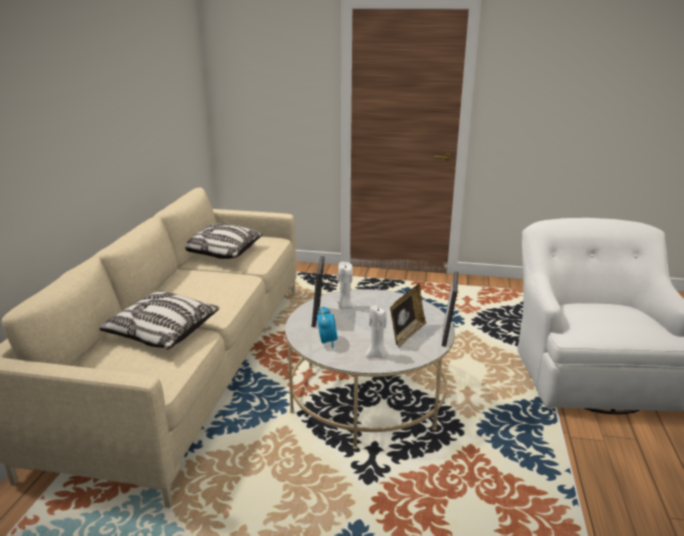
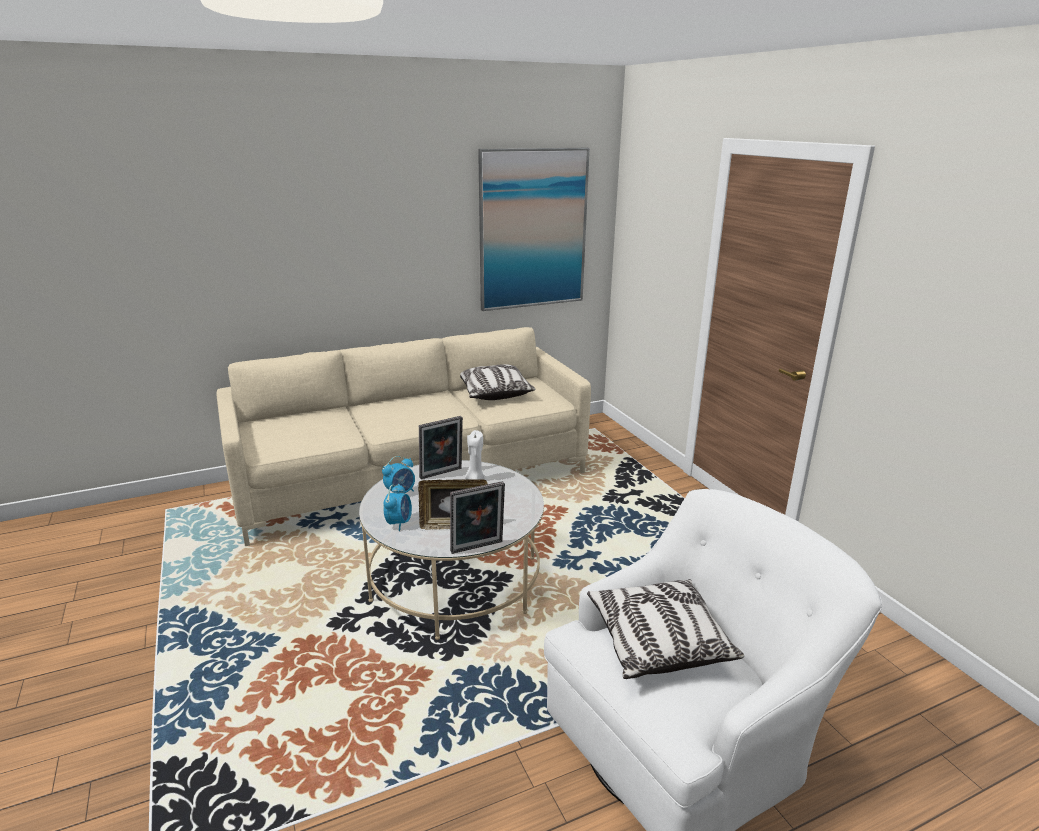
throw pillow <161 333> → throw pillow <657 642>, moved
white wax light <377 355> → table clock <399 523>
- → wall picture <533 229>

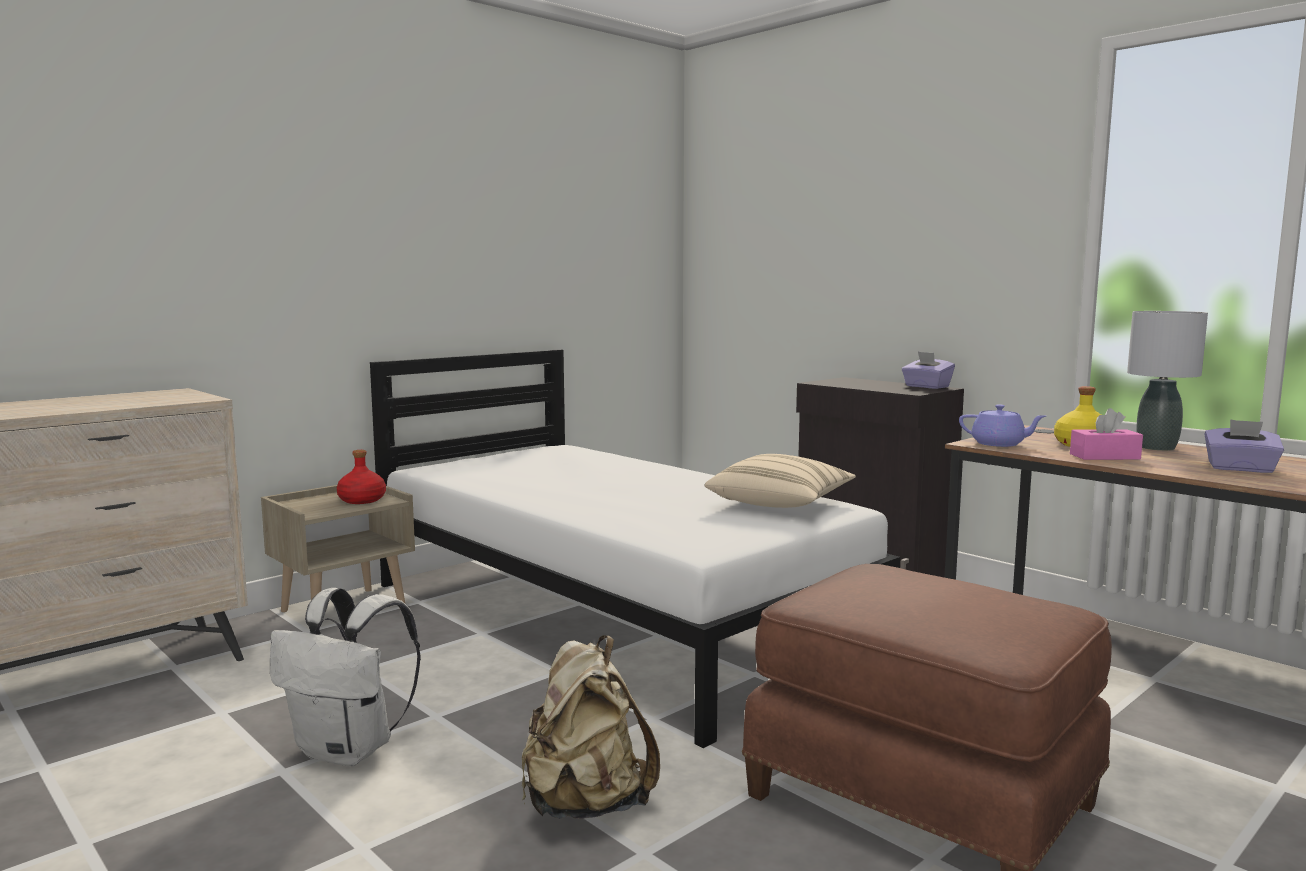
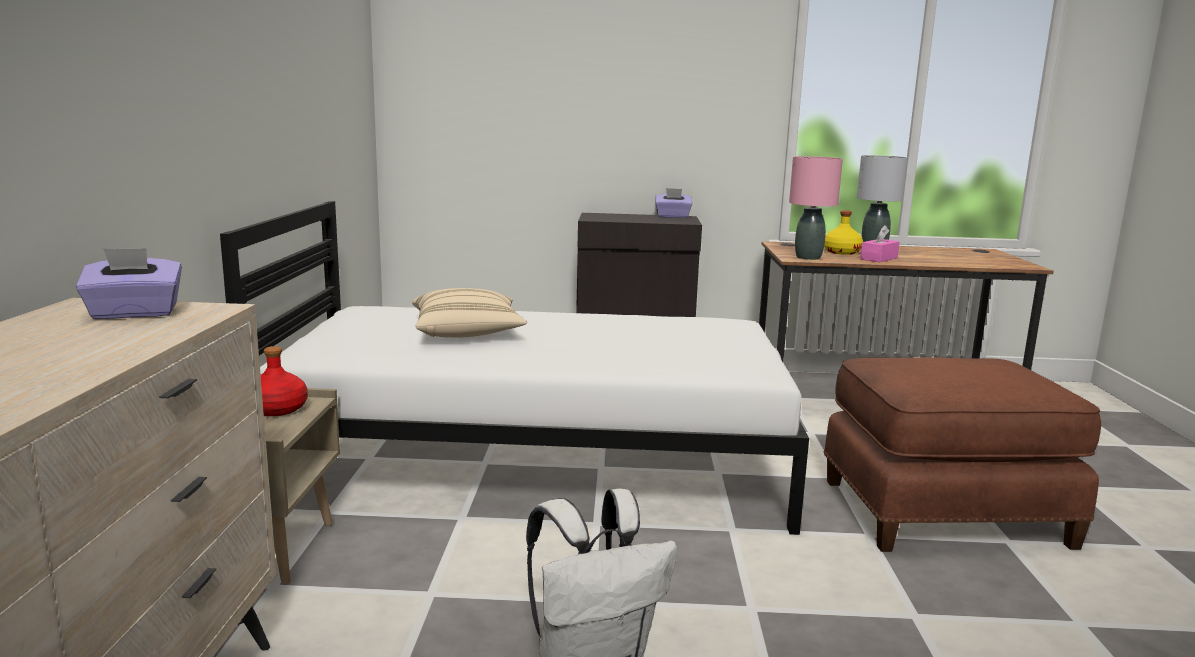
purple tea pot <999 444> → pink-coloured table lamp <807 257>
purple tissue box <1240 469> → purple tissue box <134 313>, moved
beige-coloured throw pillow <780 504> → beige-coloured throw pillow <467 333>, moved
beige-coloured backpack <585 804> → -

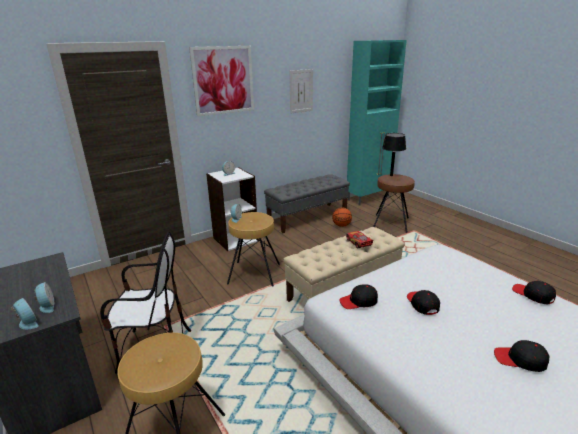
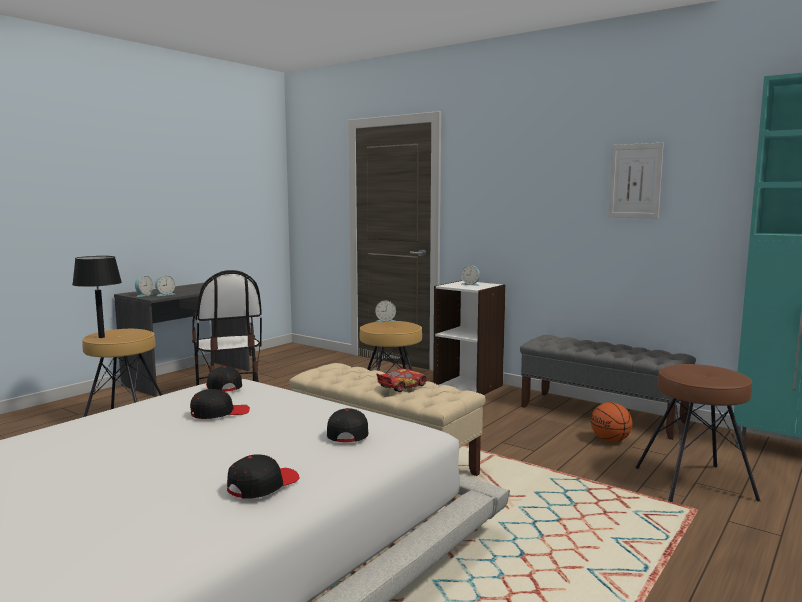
wall picture <223 80> → -
black table lamp <391 175> → black table lamp <101 337>, moved
black baseball cap <520 360> → black baseball cap <348 433>, moved

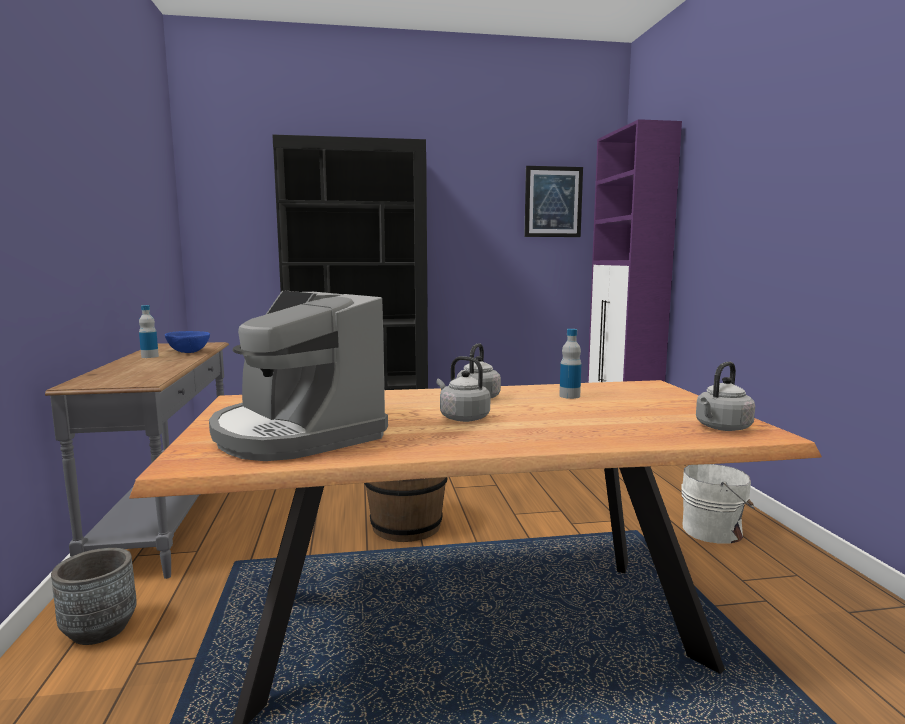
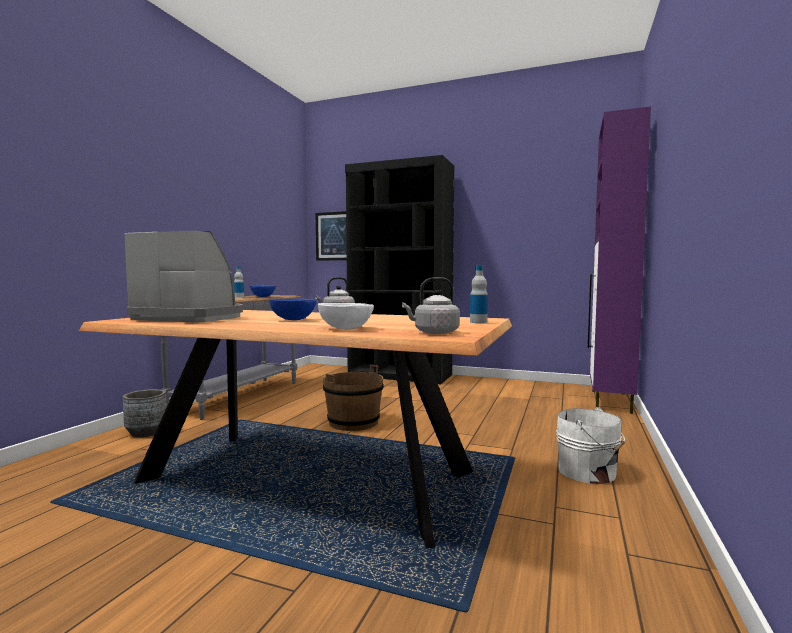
wall picture <553 202> → wall picture <334 236>, moved
coffee maker <295 434> → coffee maker <191 318>, 120 degrees clockwise
bottle <569 396> → bottle <478 322>, moved
grey water kettle <462 418> → blue serving bowl <293 319>
- → white serving bowl <345 328>

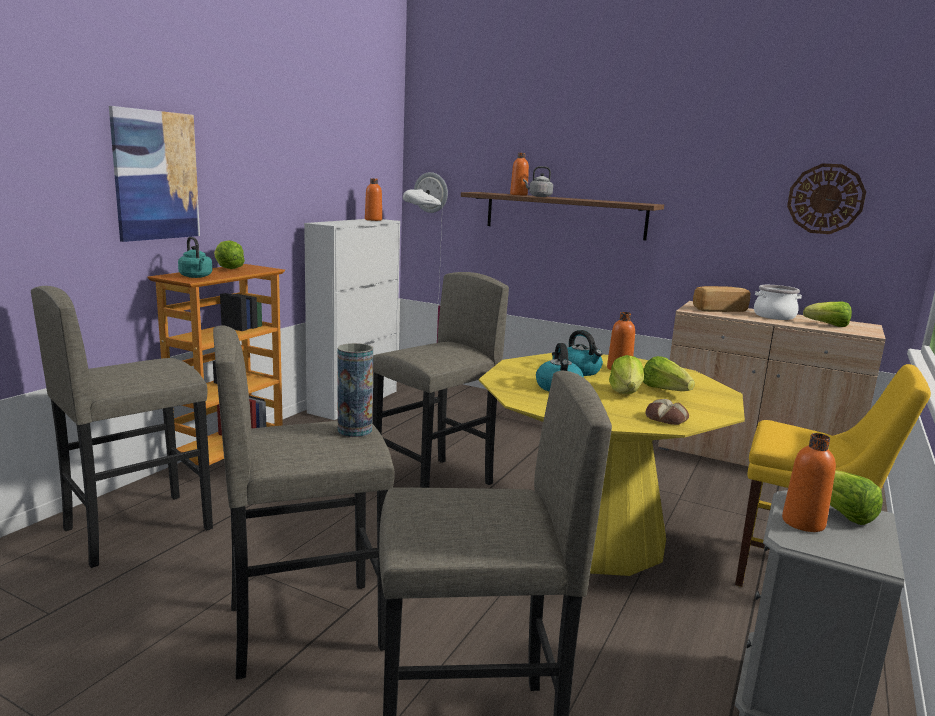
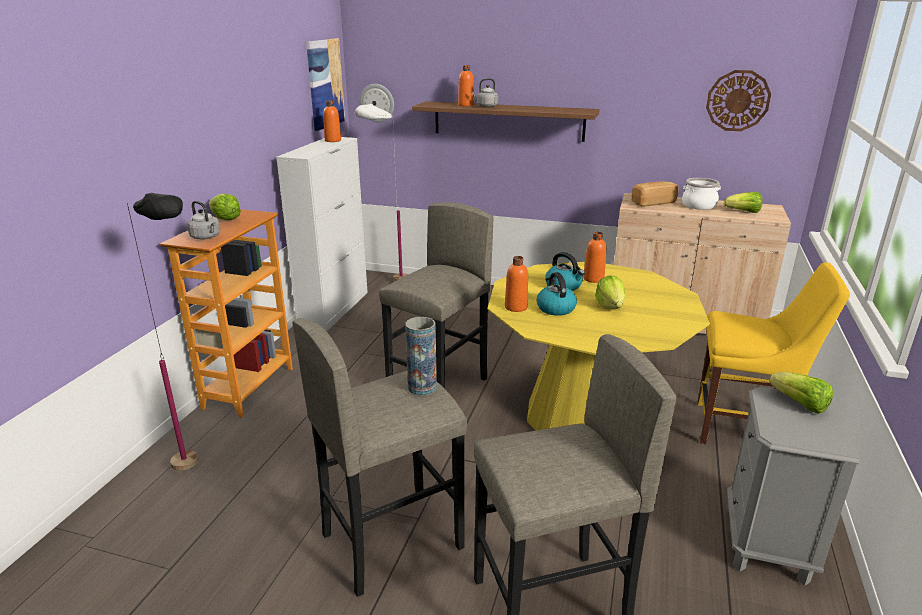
wall picture <156 175> → wall picture <325 83>, moved
turquoise-coloured water kettle <196 277> → grey water kettle <206 237>
grey sitting stool <137 528> → black standard lamp <203 474>
head of lettuce <665 390> → -
baked bread <665 418> → -
orange-coloured bottle <803 523> → orange-coloured bottle <516 307>, moved

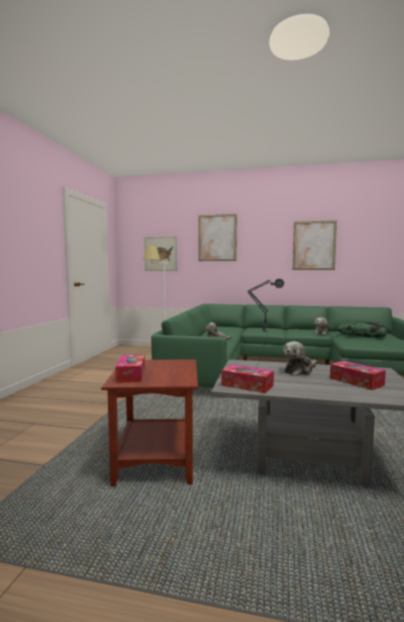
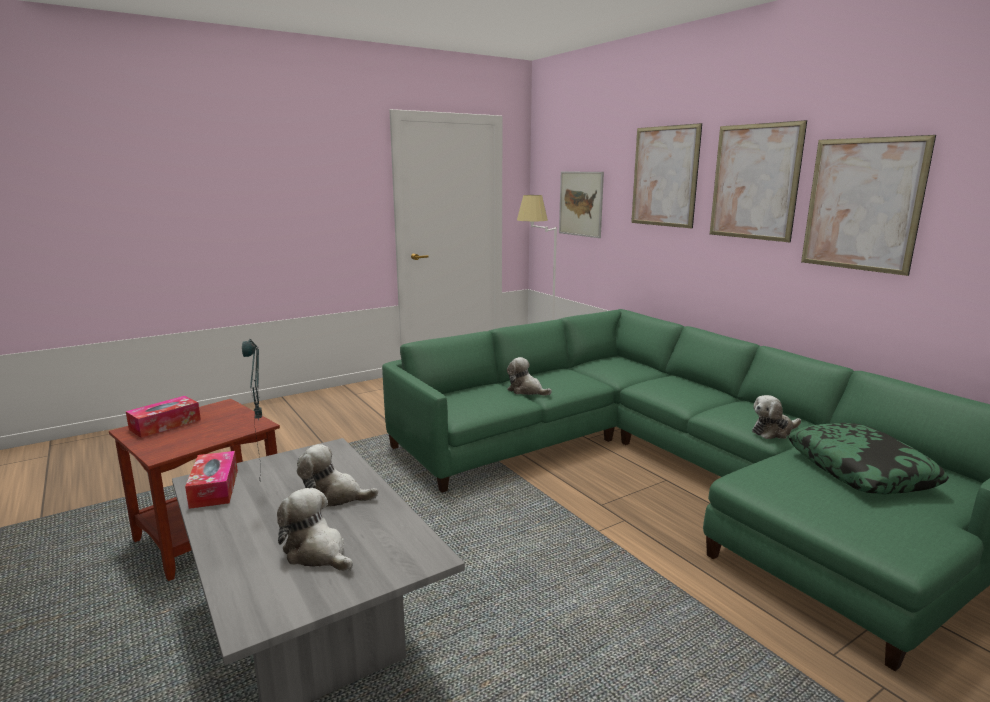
tissue box <356 381> → soft toy <317 553>
- → wall picture <754 182>

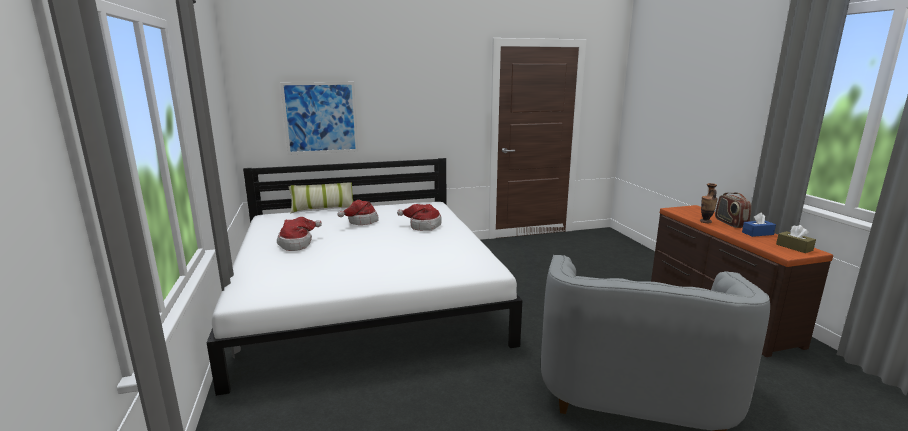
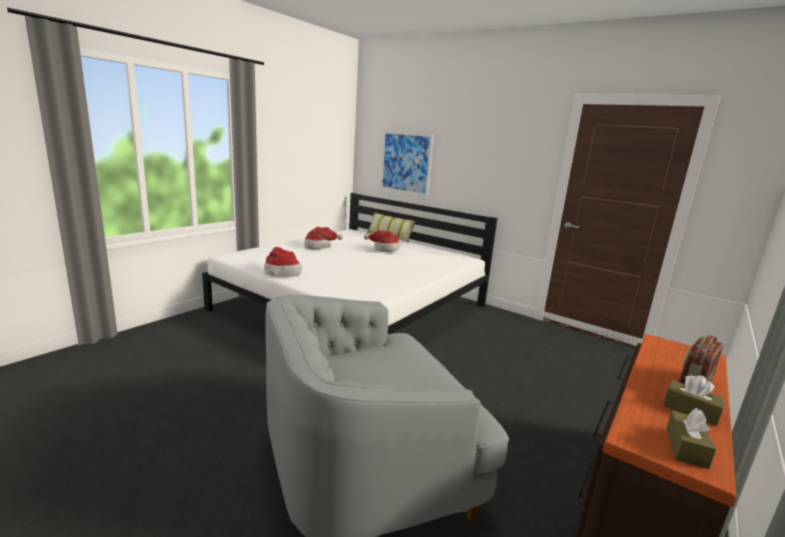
vase <705 221> → -
wearable hat <423 226> → wearable hat <281 272>, moved
blue tissue box <757 233> → brown tissue box <690 410>

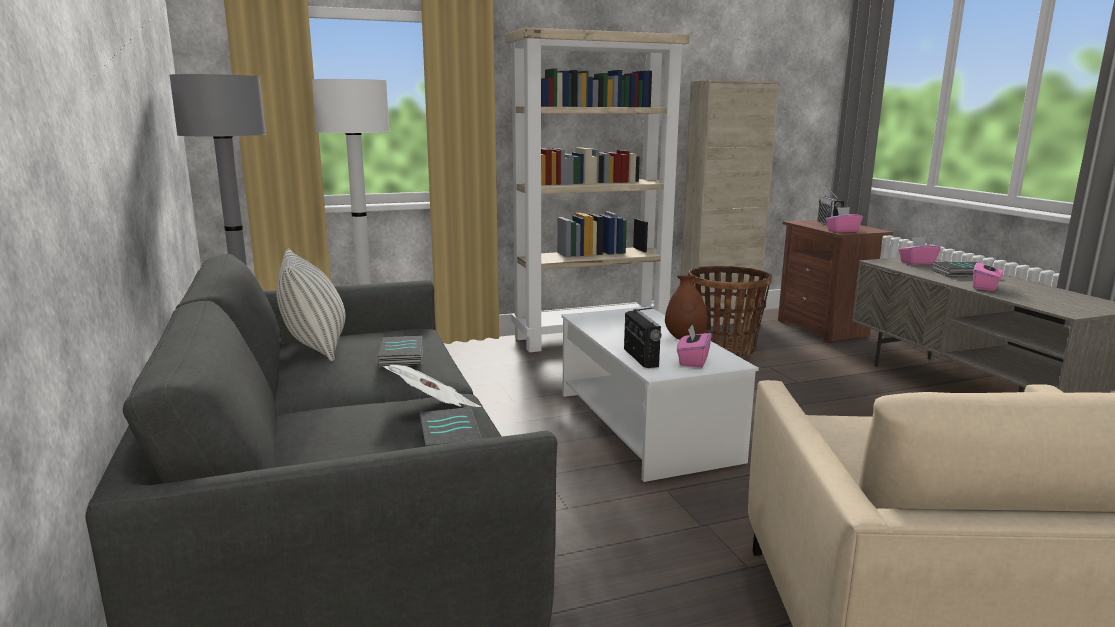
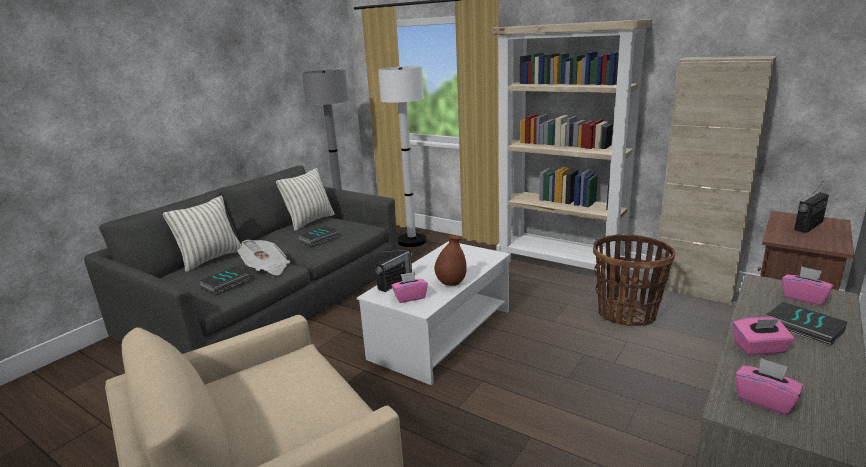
pink-coloured tissue box <842 231> → pink-coloured tissue box <765 400>, moved
- → throw pillow <211 259>

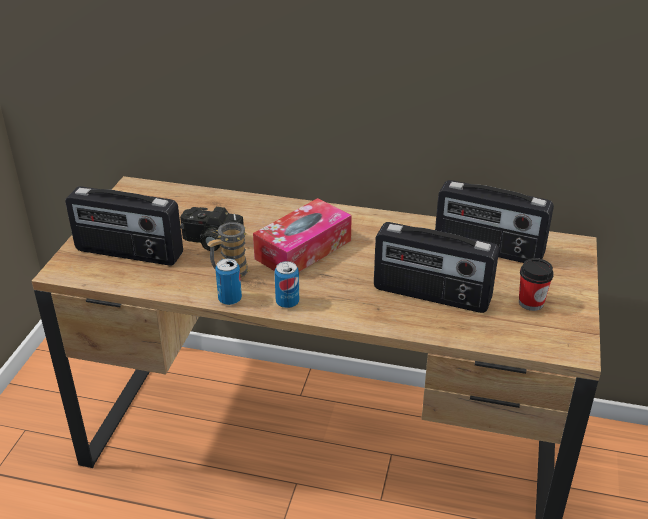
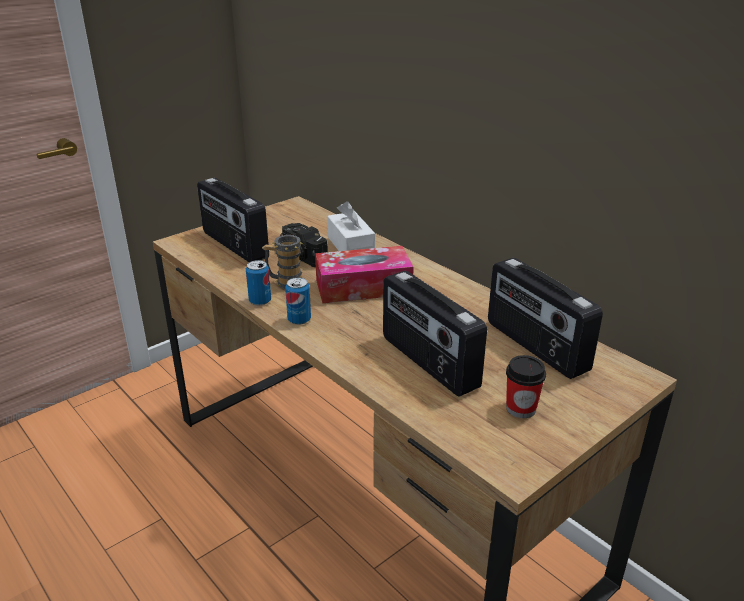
- → white tissue box <351 246>

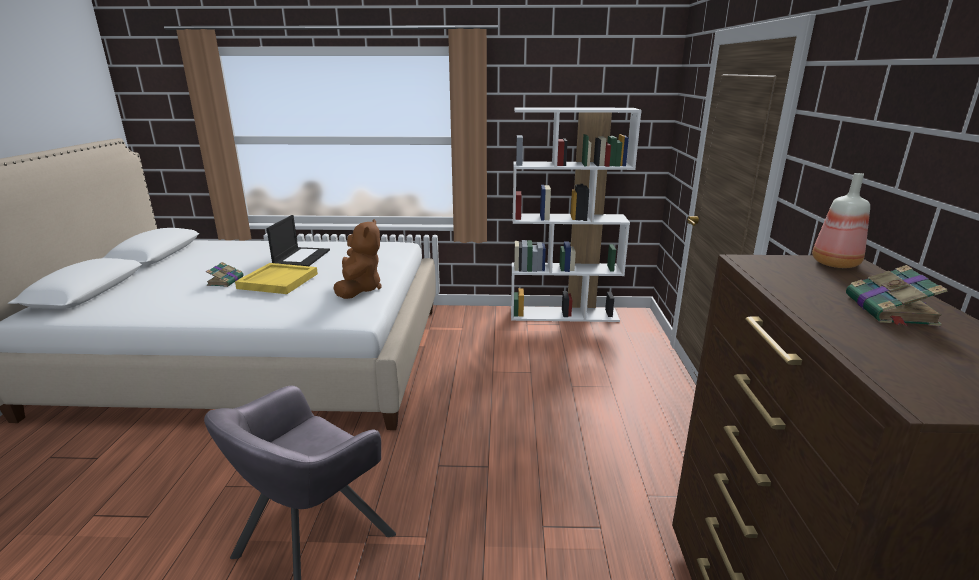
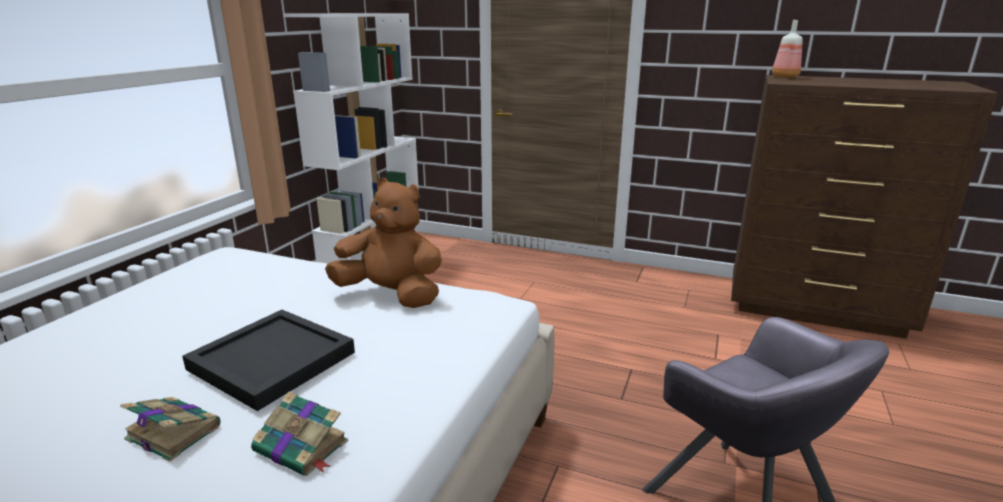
portable computer <301 257> → -
yellow tray <278 281> → black tray <270 361>
bound book <890 311> → bound book <302 447>, moved

